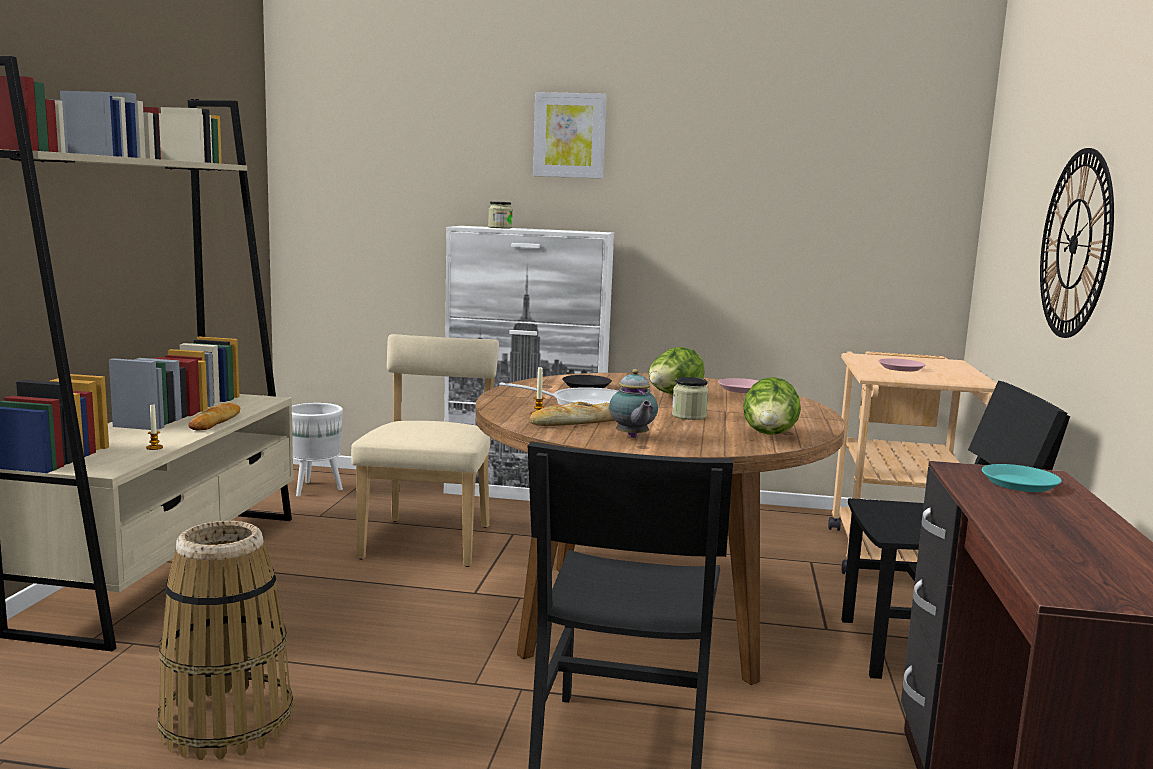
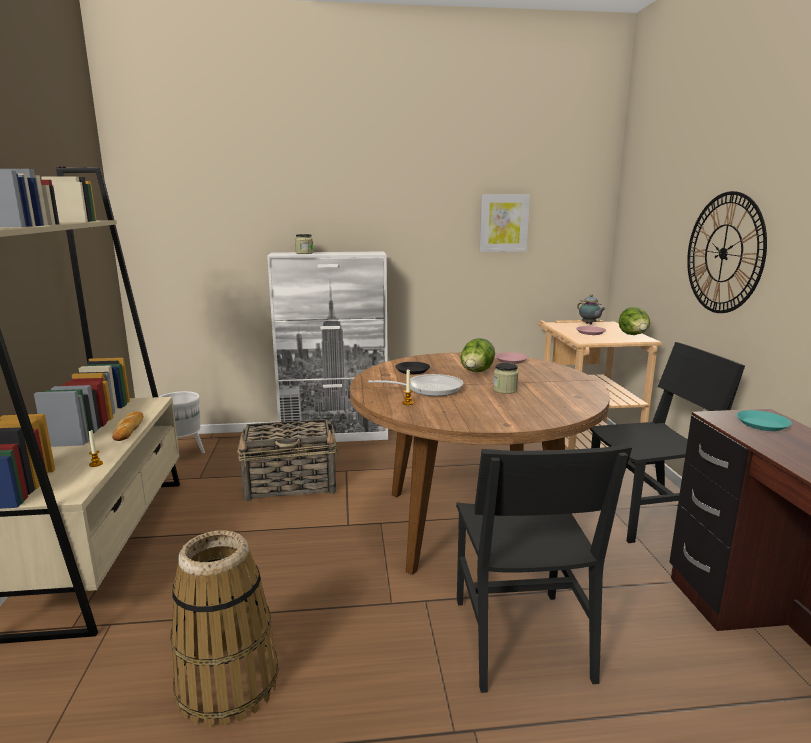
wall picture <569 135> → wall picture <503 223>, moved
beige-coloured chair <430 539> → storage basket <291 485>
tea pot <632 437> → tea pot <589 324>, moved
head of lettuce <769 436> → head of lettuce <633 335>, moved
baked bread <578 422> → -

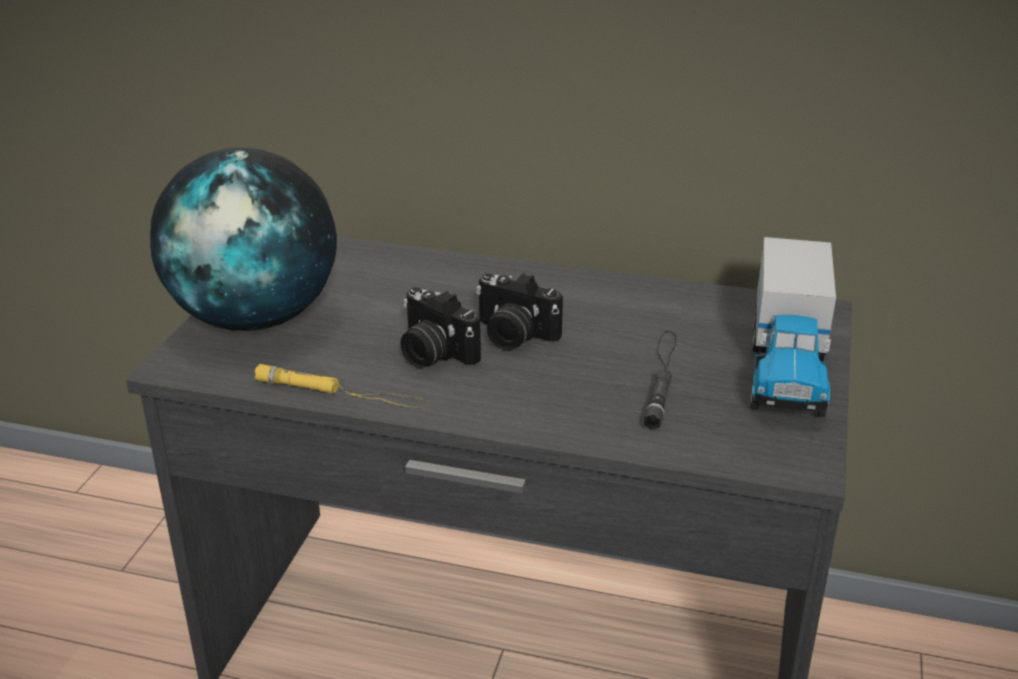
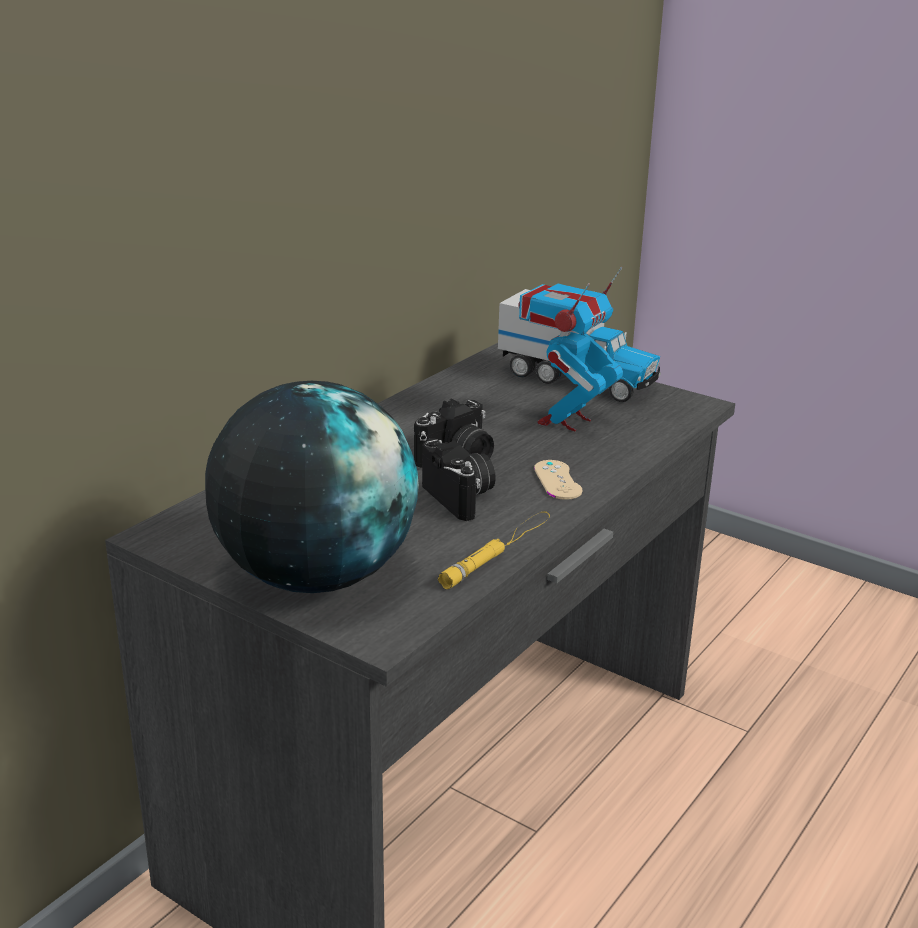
photo camera <433 353> → photo camera <461 498>, 90 degrees counterclockwise
black torch <661 378> → robot figure <564 420>
- → beige-coloured game controller <557 480>

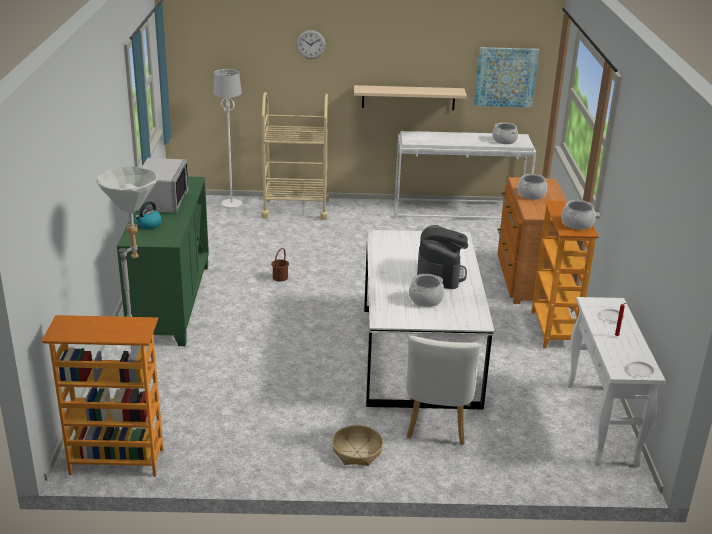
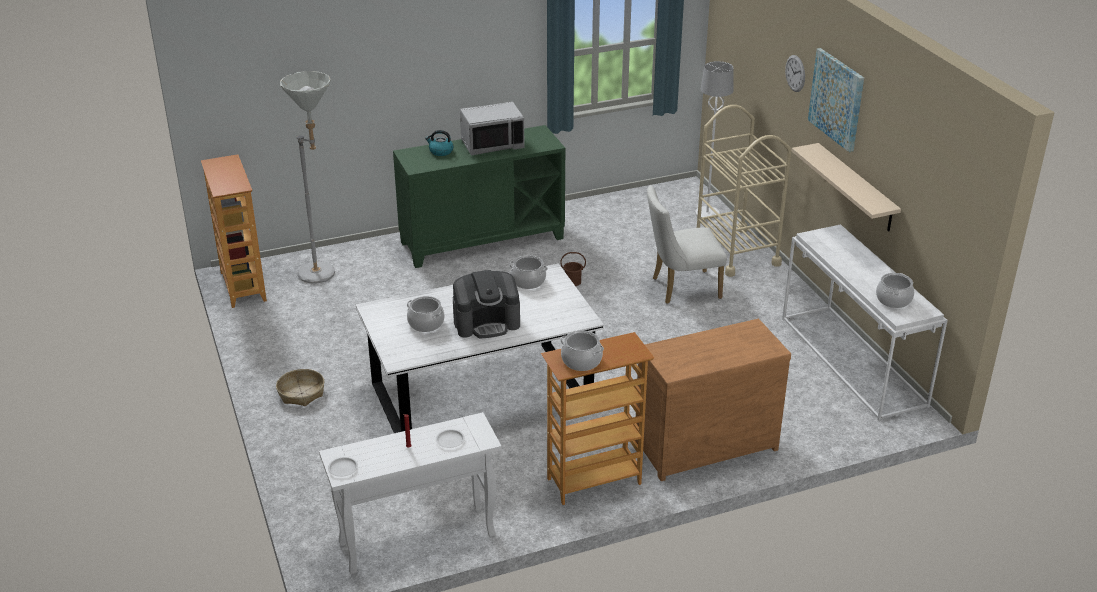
wall picture <505 77> → wall picture <837 99>, moved
stockpot <531 194> → stockpot <528 281>, moved
white chair <437 426> → white chair <680 288>, moved

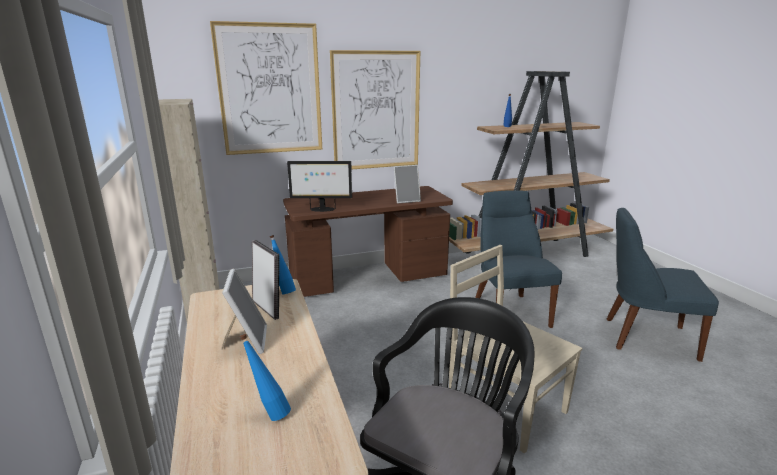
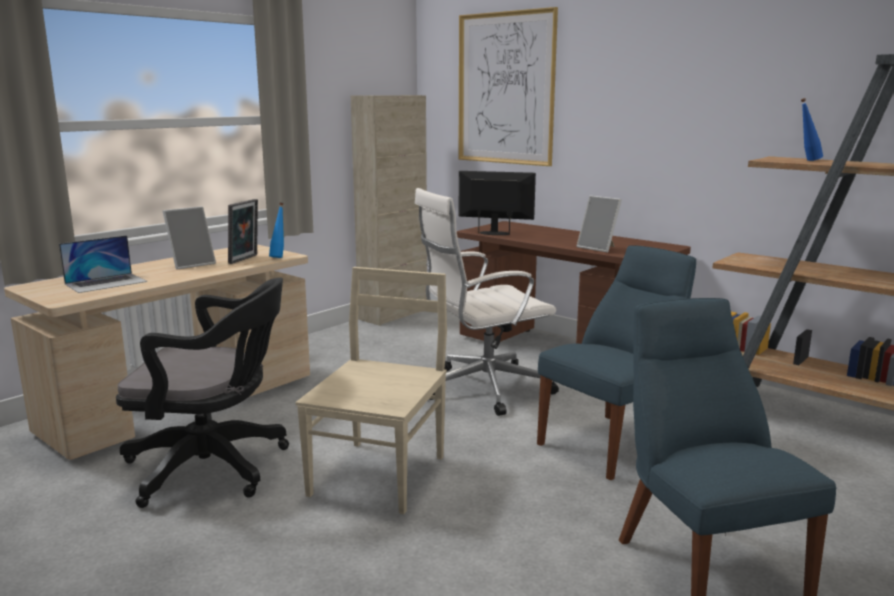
wall picture <376 111> → -
computer screen <322 209> → computer screen <495 233>, 135 degrees clockwise
blue bottle <269 413> → portable computer <106 283>
- → white office chair <483 388>

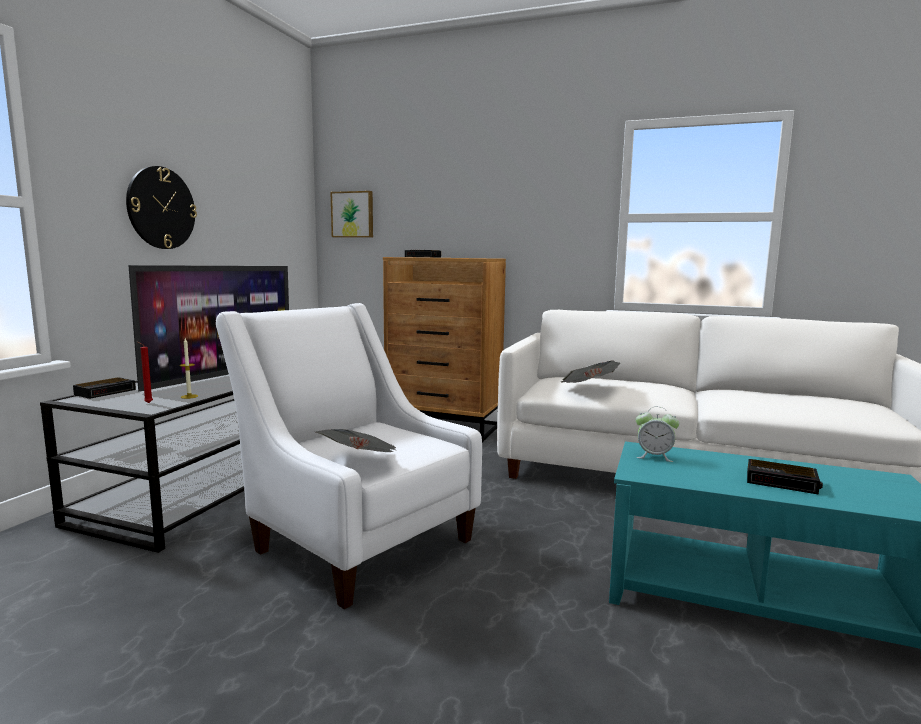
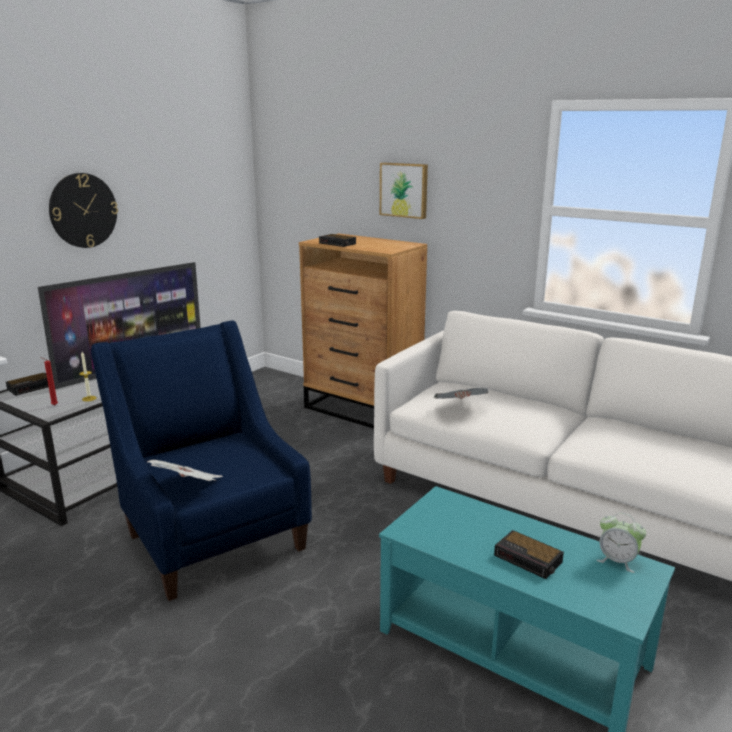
wall picture <353 214> → wall picture <404 190>, moved
white easy chair <355 540> → blue easy chair <211 535>
table clock <654 456> → table clock <617 561>, moved

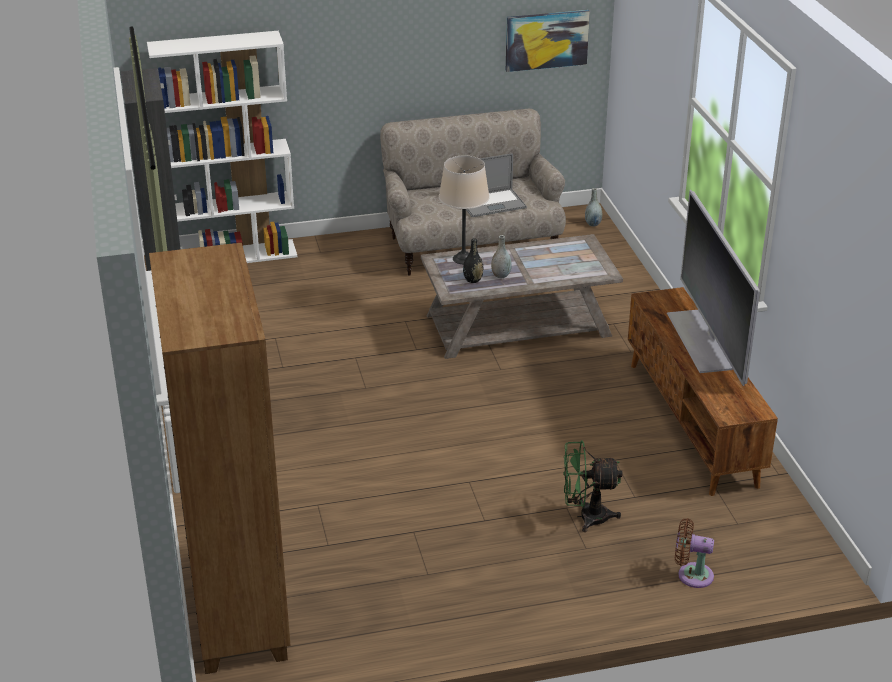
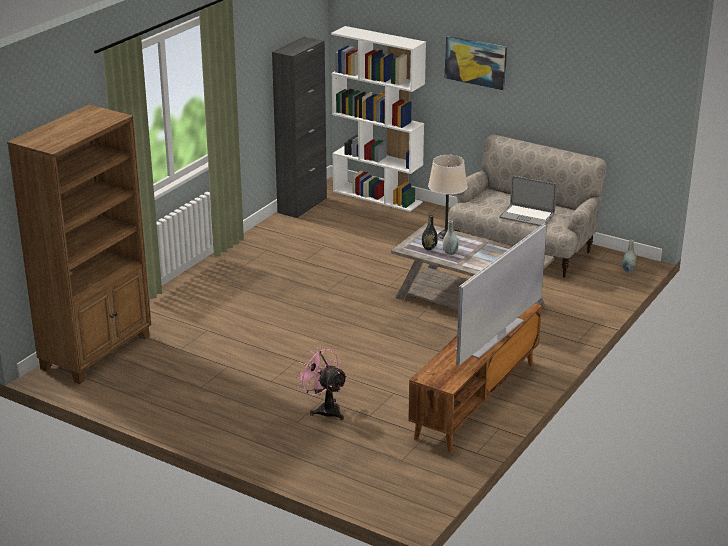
wall picture <546 40> → wall picture <476 62>, moved
greenish electric fan <585 517> → pink-coloured electric fan <324 409>
brown electric fan <691 575> → -

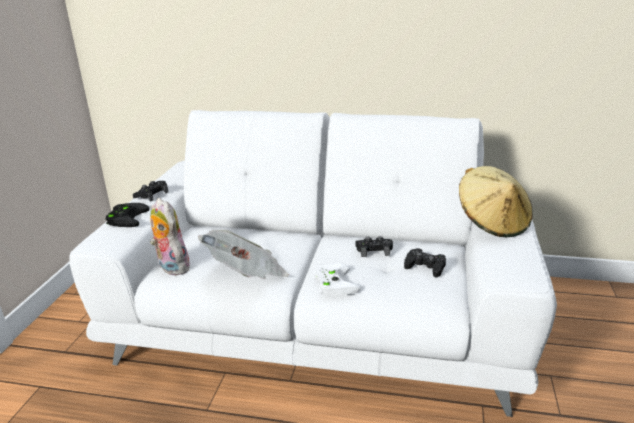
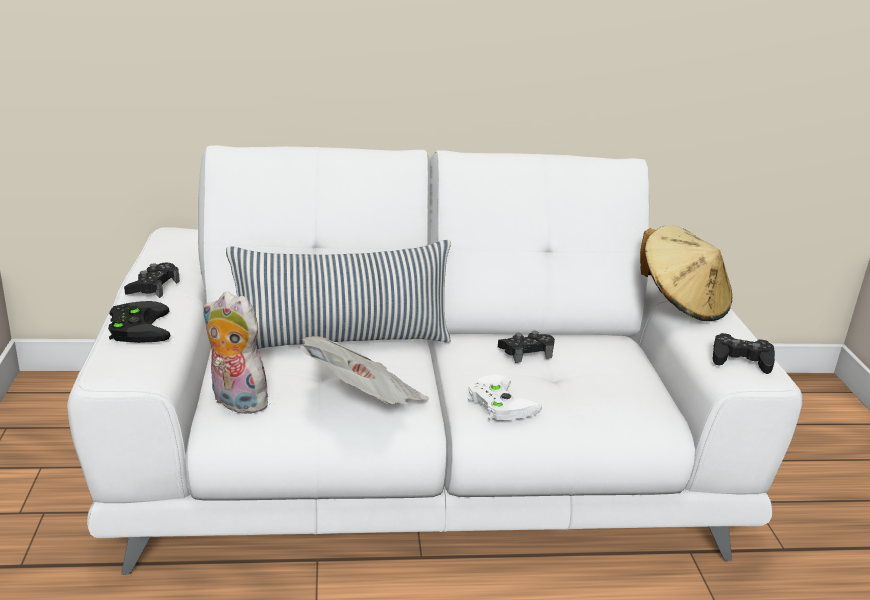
black game controller <425 267> → black game controller <741 360>, moved
- → throw pillow <342 340>

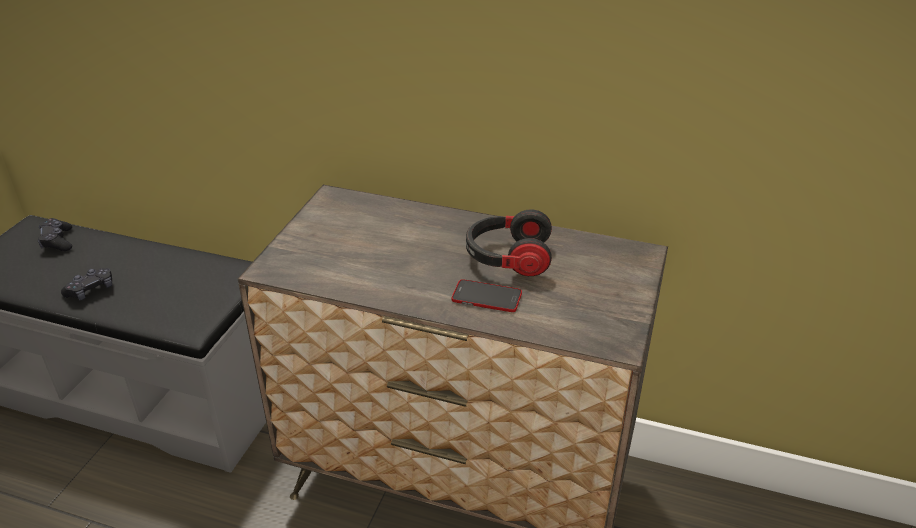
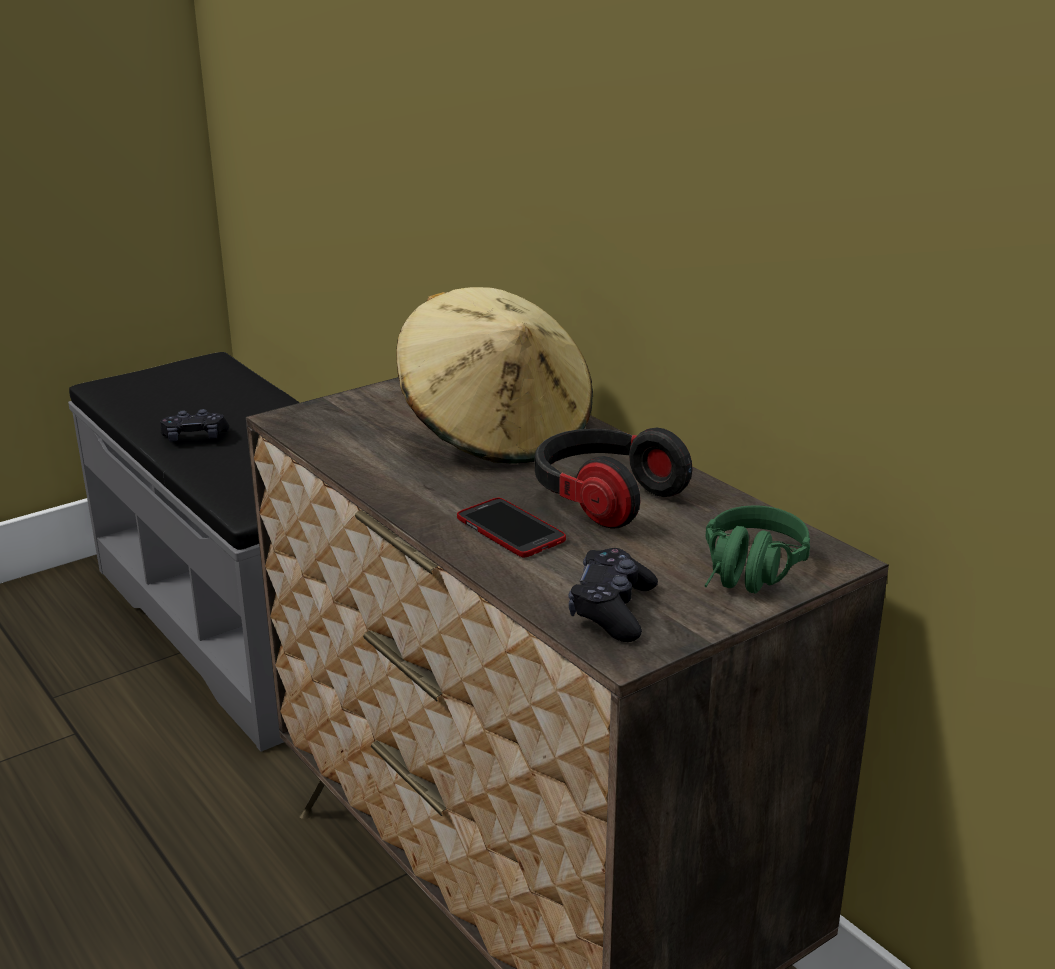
black game controller <57 241> → black game controller <612 610>, moved
- → beige-coloured wearable hat <496 433>
- → greenish pair of headphones <748 576>

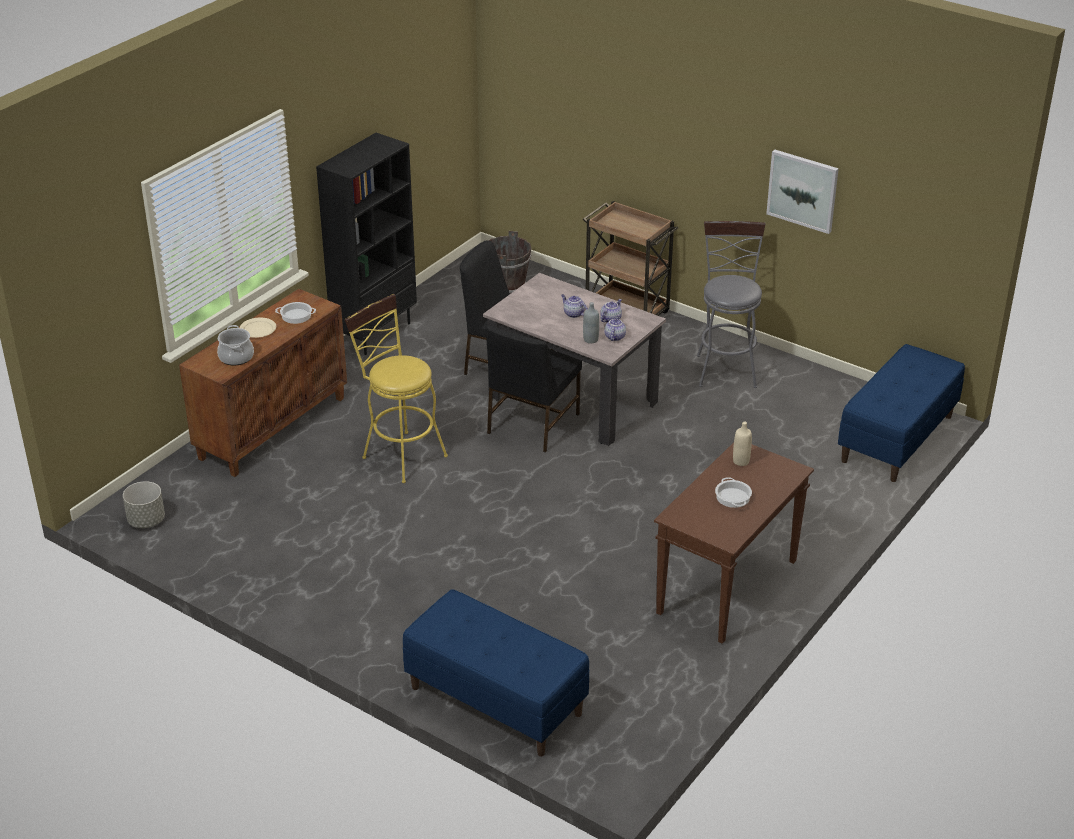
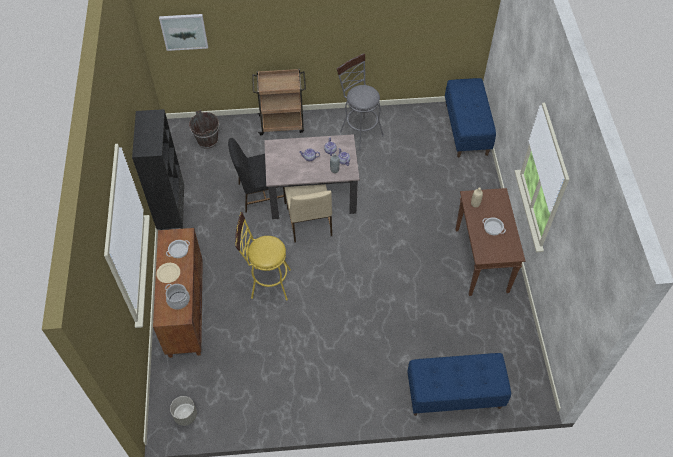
wall picture <803 190> → wall picture <184 31>, moved
black chair <532 424> → beige-coloured chair <309 223>

